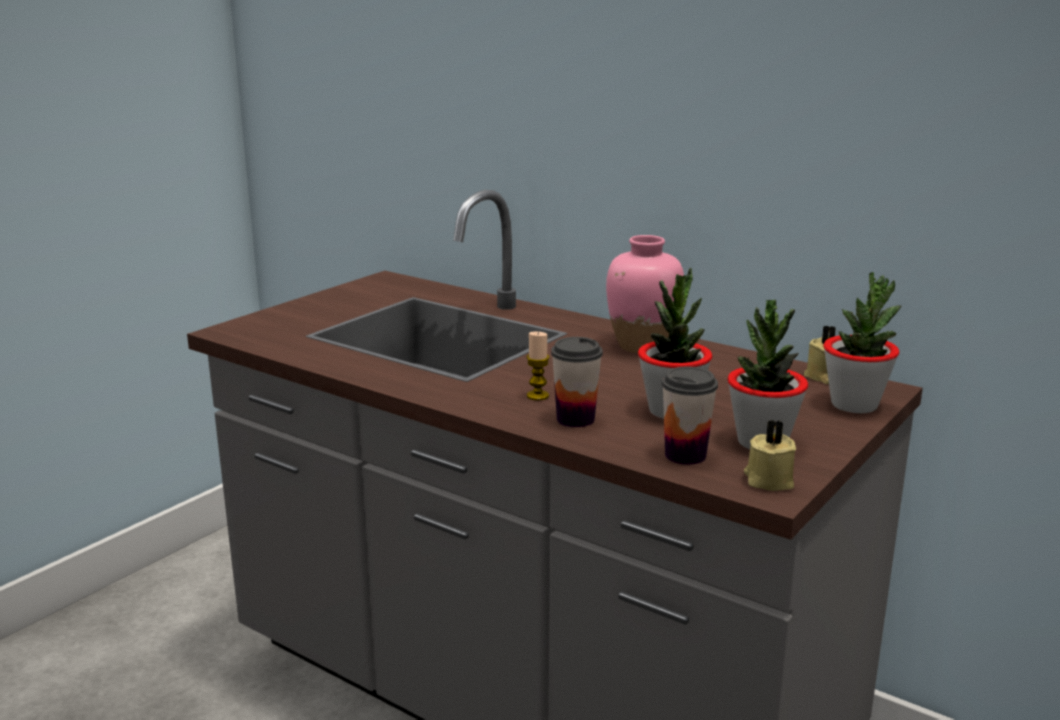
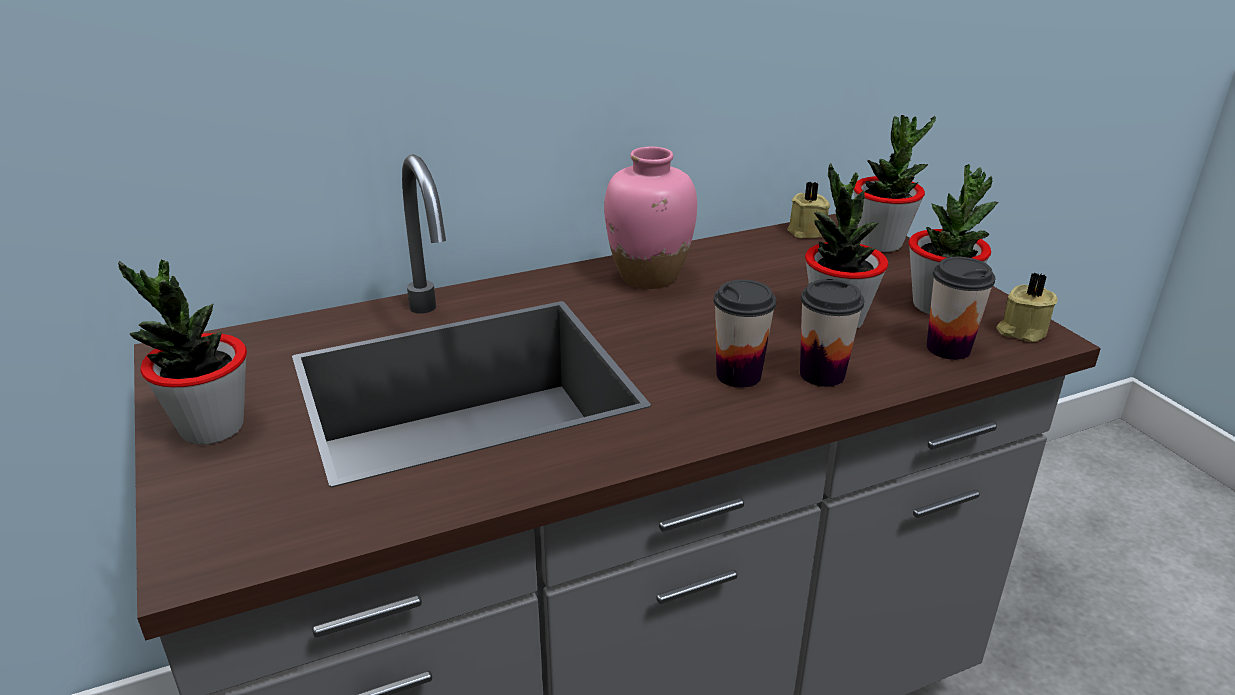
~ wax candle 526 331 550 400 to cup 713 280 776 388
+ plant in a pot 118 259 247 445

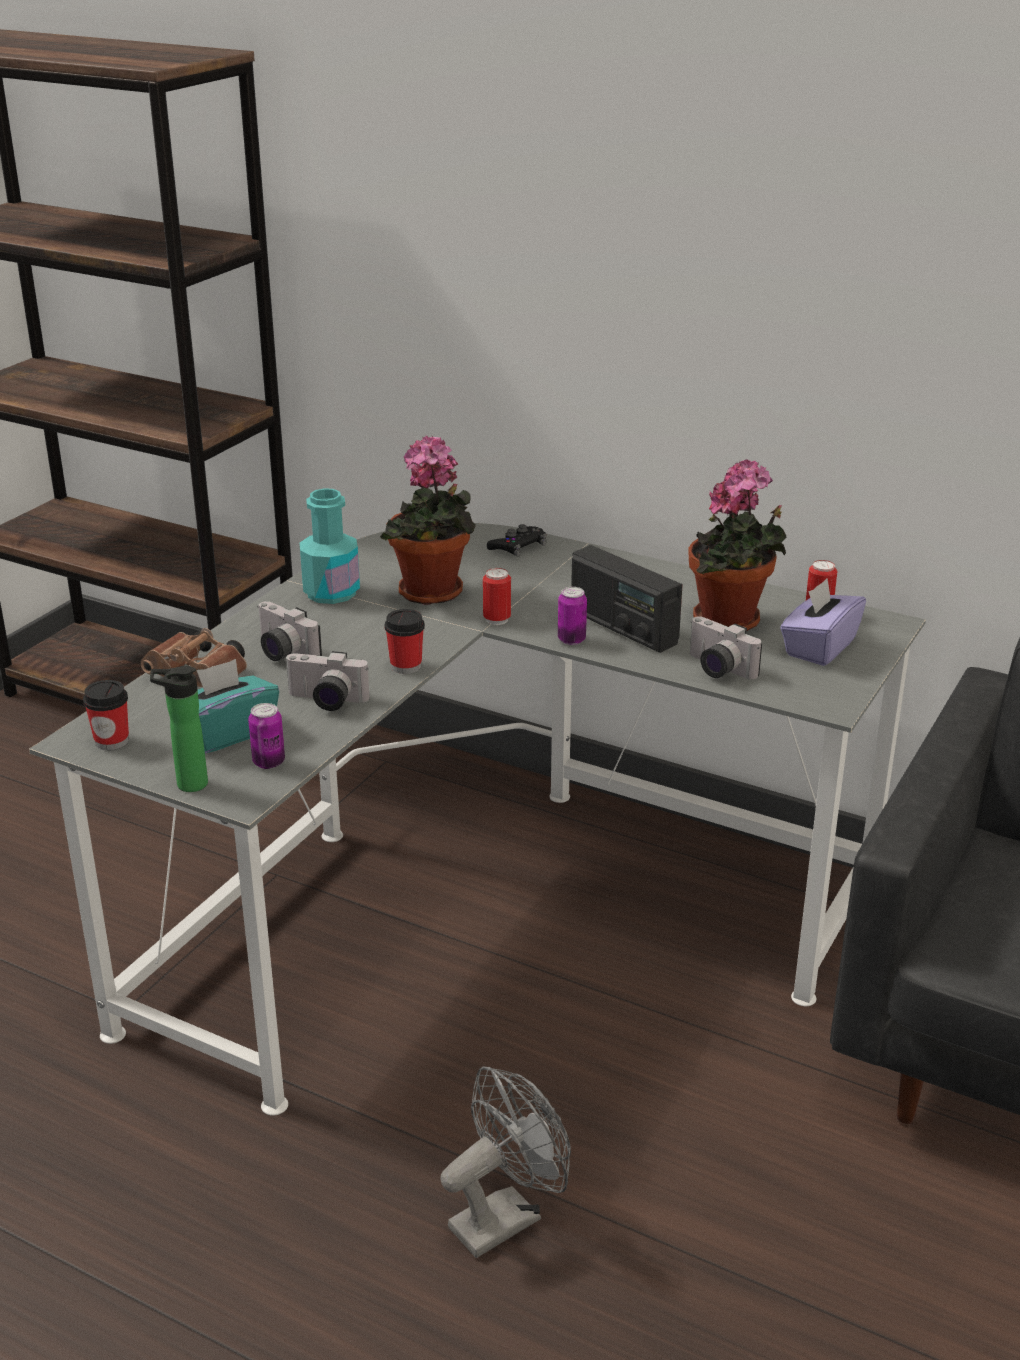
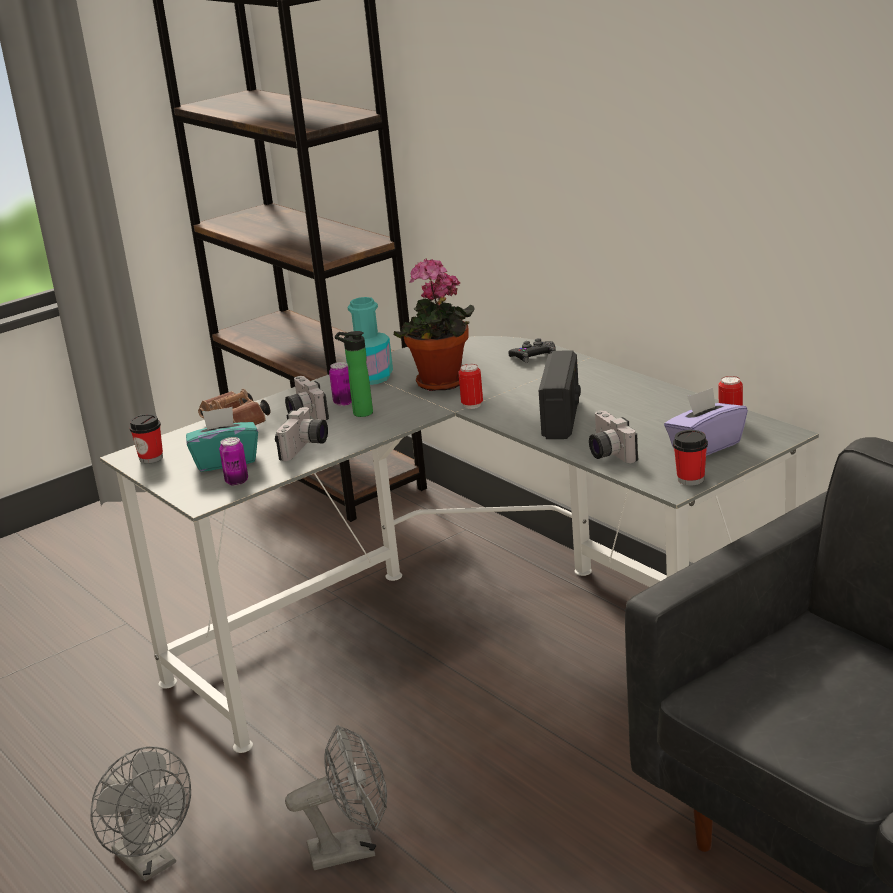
~ beverage bottle 150 666 208 792 to 335 331 373 417
~ photo camera 284 651 370 711 = 275 407 328 461 105 degrees counterclockwise
~ cup 385 609 425 674 to 673 430 708 485
~ can 558 587 587 645 to 329 362 352 406
~ radio set 571 545 683 653 = 538 350 581 439 150 degrees counterclockwise
- plant in a pot 688 459 787 631
+ electric fan (gray) 90 746 191 881

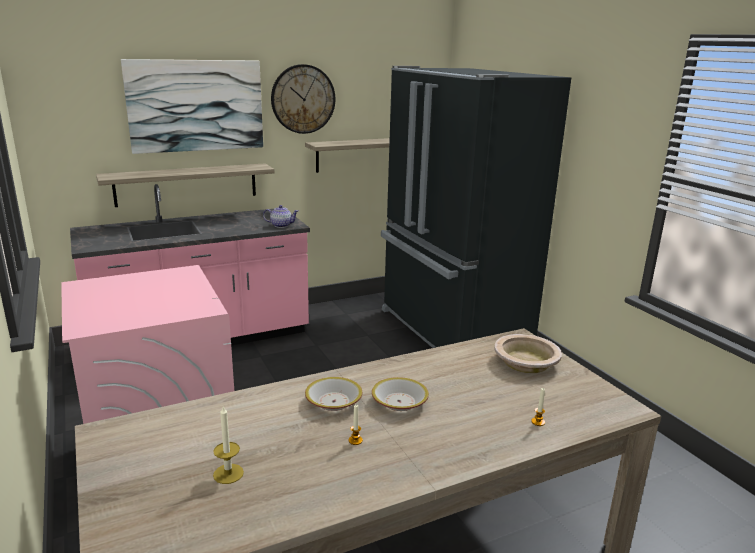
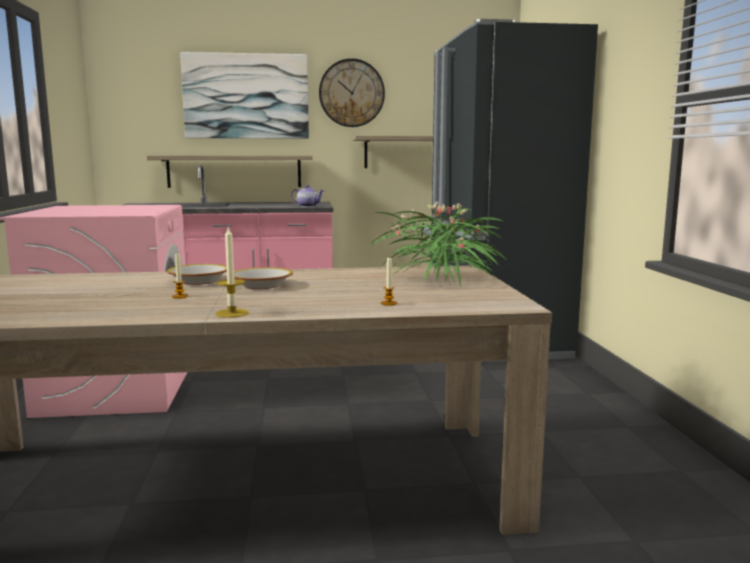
~ wax candle 213 407 244 484 to 215 226 249 318
~ deep dish (beige) 494 334 562 373 to plant in a pot 371 201 507 287

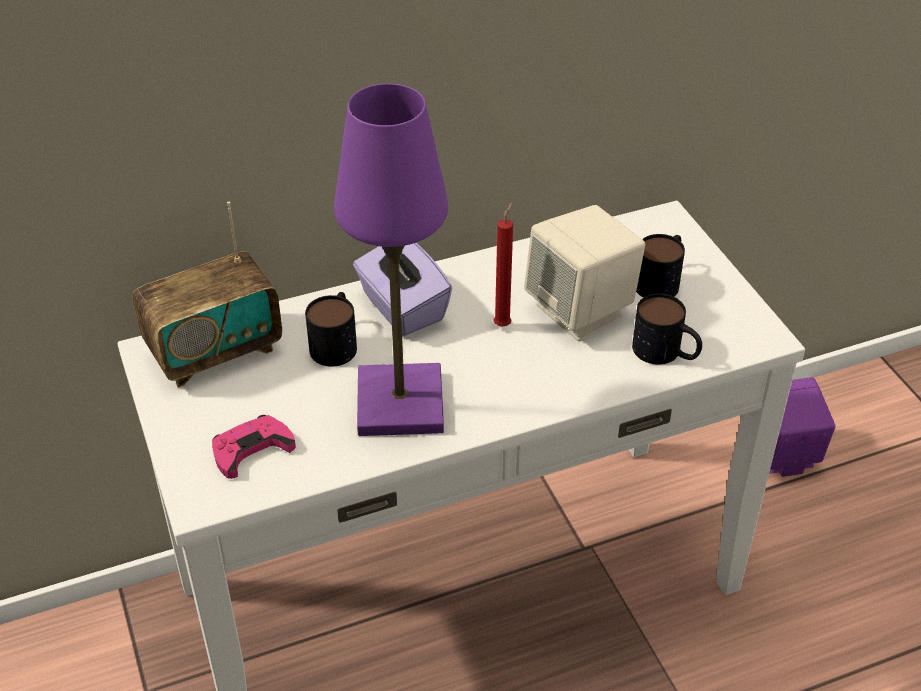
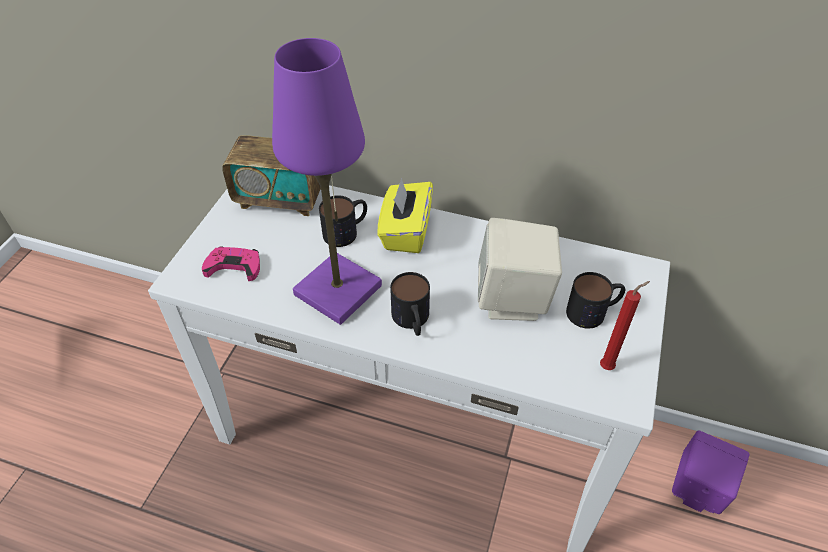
~ box of tissues (purple) 353 243 452 336 to box of tissues (yellowish) 377 178 433 253
~ wax candle (reddish) 493 202 513 327 to 600 281 650 370
~ tea mug 632 293 702 364 to 390 272 430 336

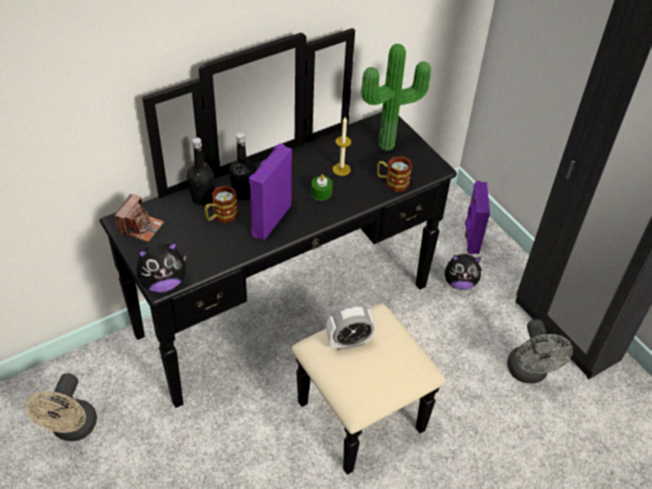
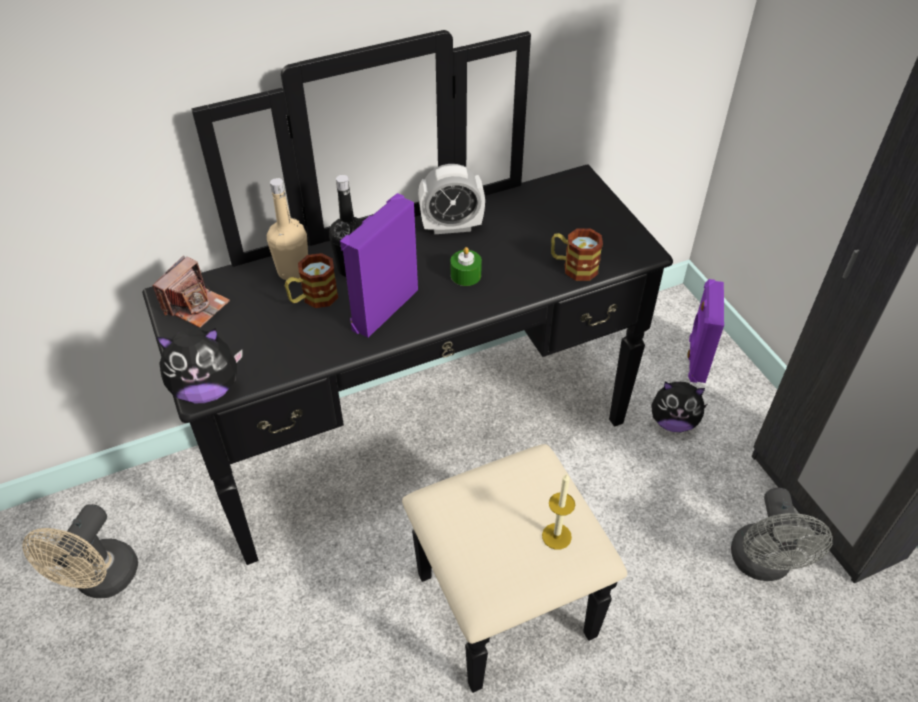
~ beverage bottle (black-coloured) 187 138 214 205 to beverage bottle (beige) 267 178 308 280
~ table clock 326 304 376 350 to 418 164 485 234
~ wax candle 333 117 351 176 to 542 474 575 550
- plant in a pot 361 44 431 151

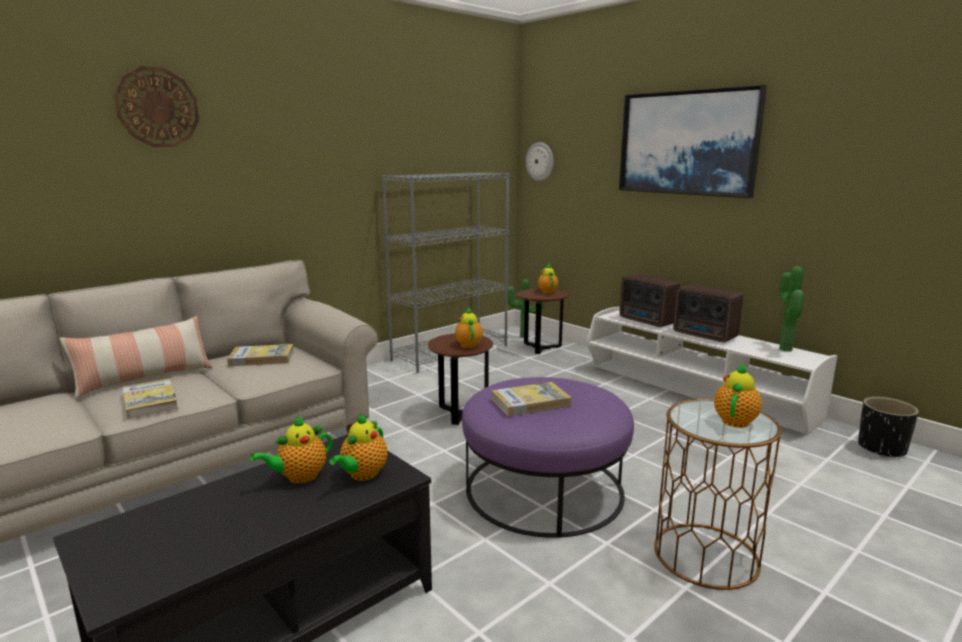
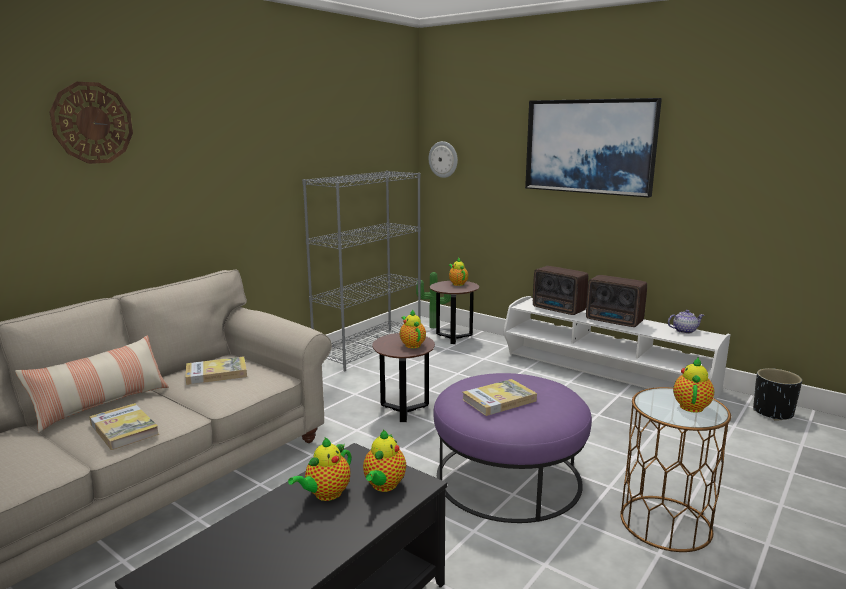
~ plant in a pot 779 266 804 352 to pot for tea 668 310 704 334

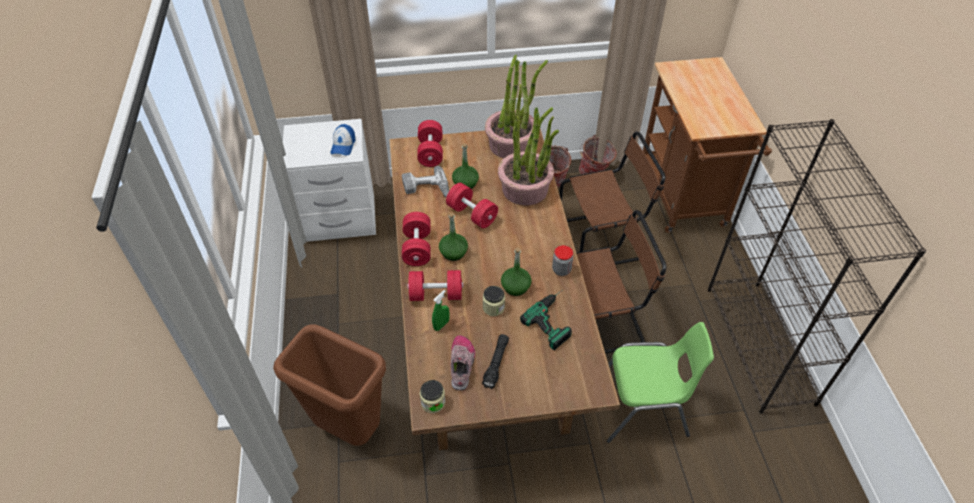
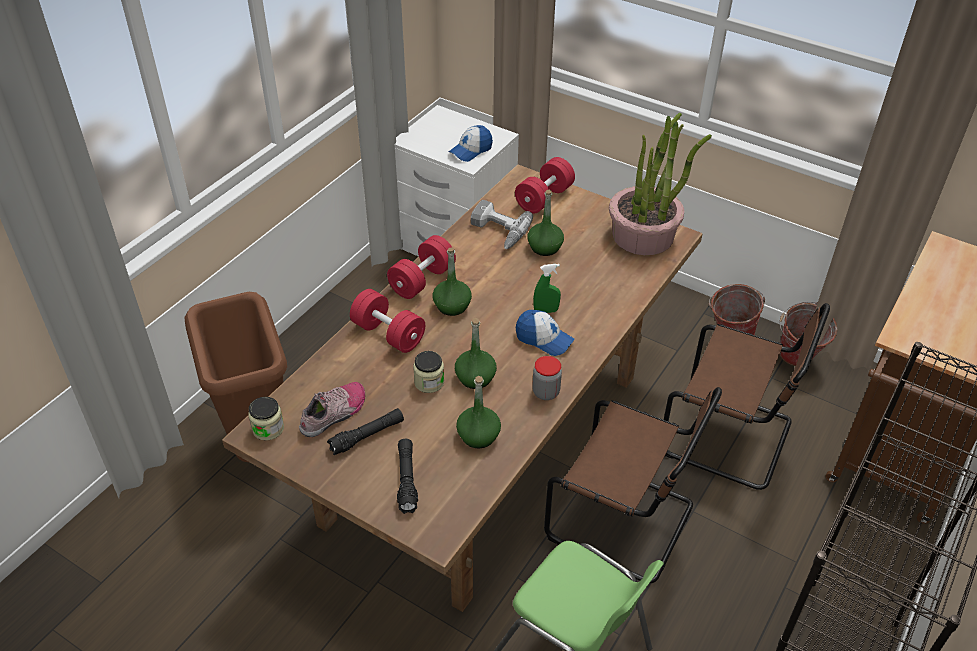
~ hand sprayer (green) 432 290 450 331 to 533 264 561 313
- hand weight (reddish) 446 183 498 228
- plant in a pot 498 107 559 206
~ drill 520 290 572 350 to beverage bottle (green) 456 376 501 448
+ flashlight (black-coloured) 397 439 418 514
+ peaked cap 516 310 575 356

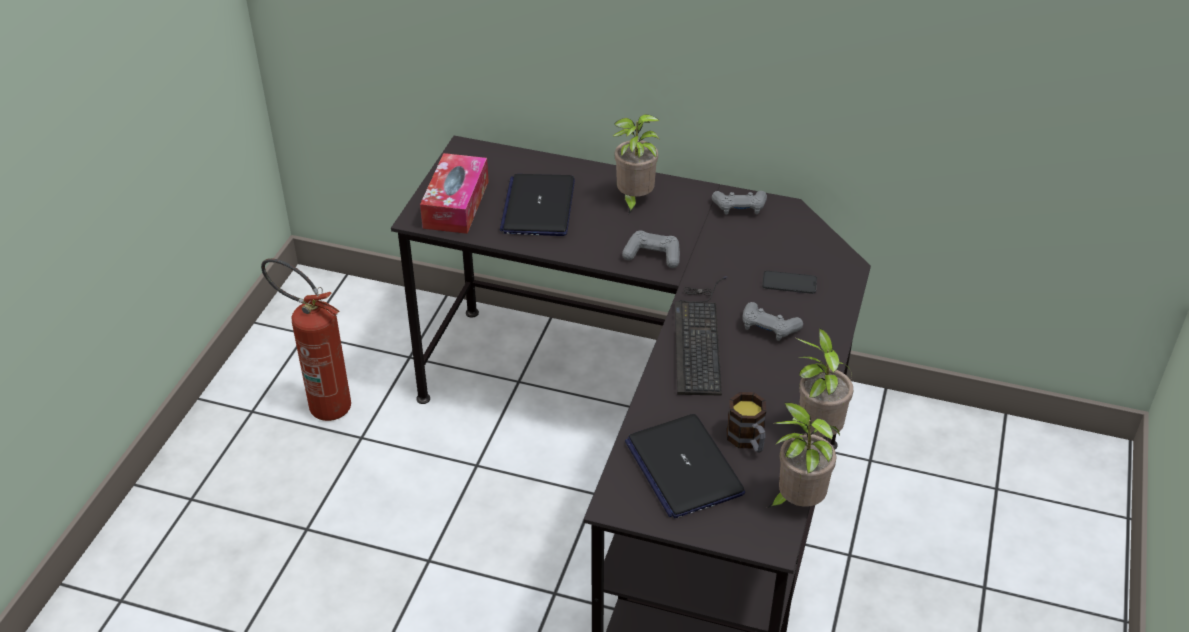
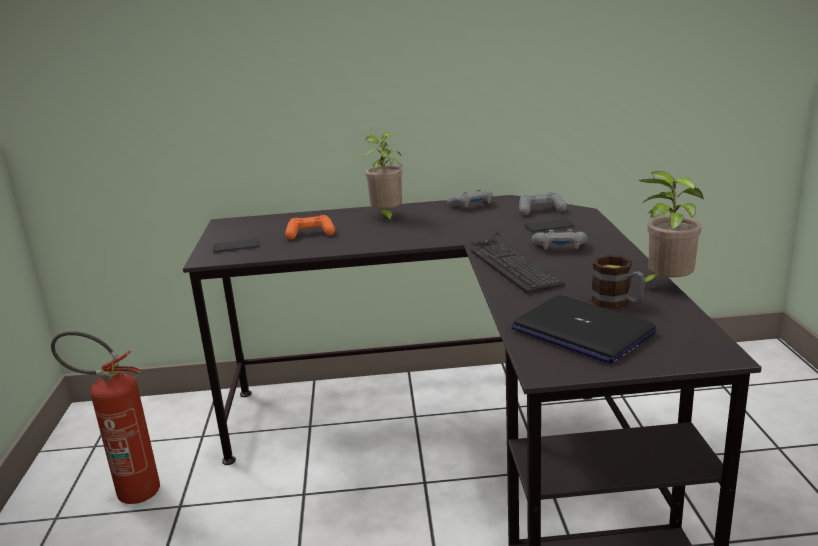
~ box of tissues 420 153 489 234 to handset 213 239 260 253
~ laptop 500 174 575 236 to game controller (orange) 285 215 335 240
~ game controller (gray) 622 231 680 268 to 519 192 567 216
- plant in a pot 767 402 840 508

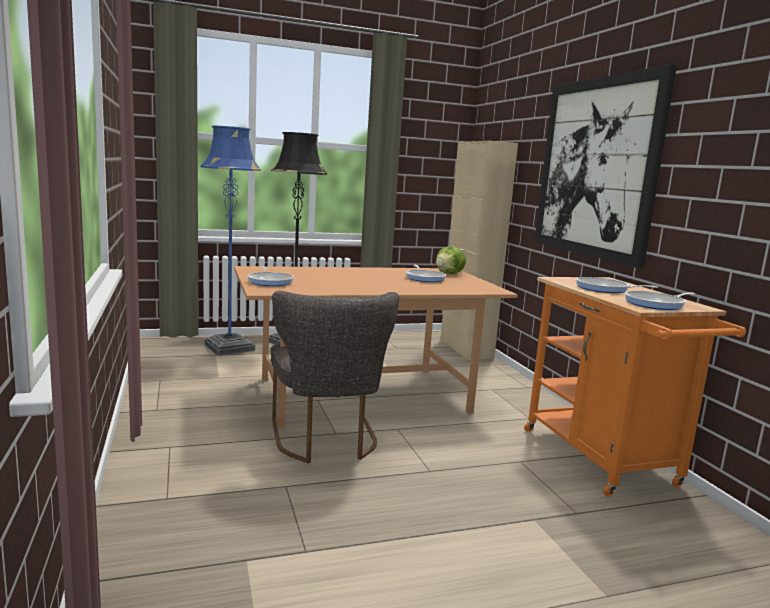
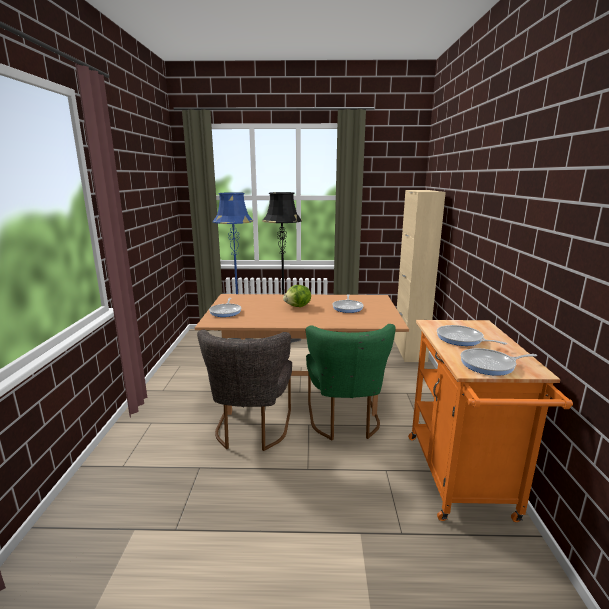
~ head of lettuce 436 247 466 274 to 283 285 311 307
- picture 535 64 677 268
+ chair (green) 306 324 396 440

